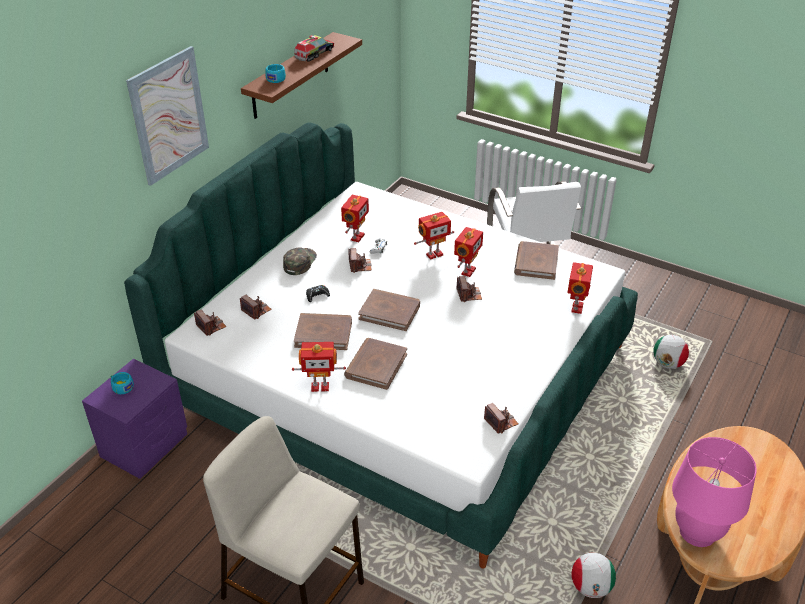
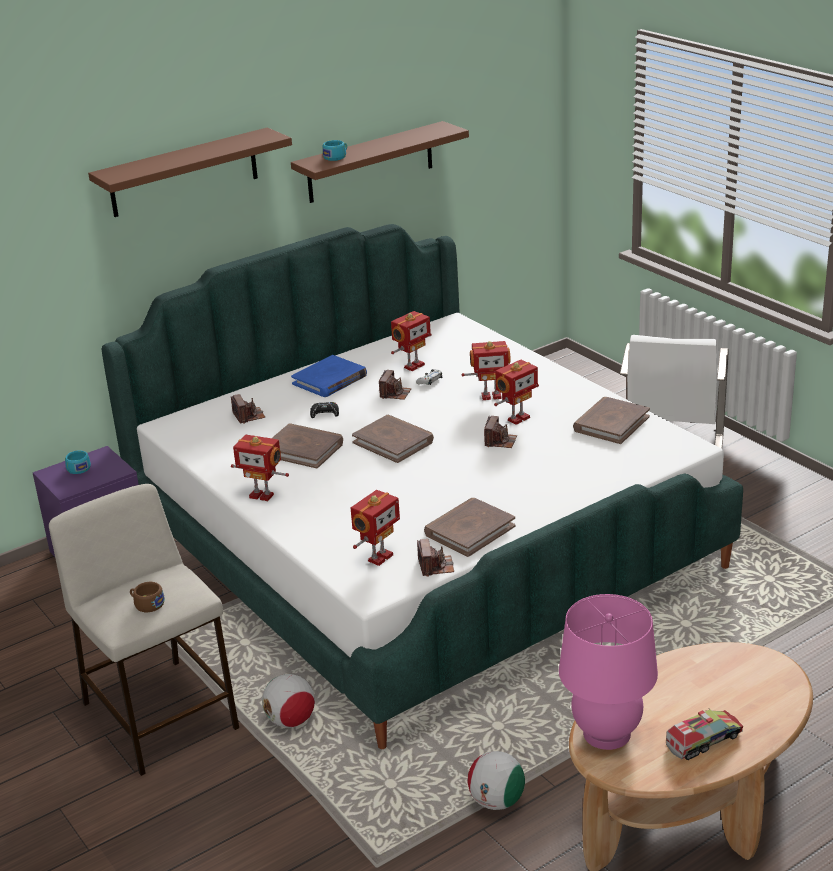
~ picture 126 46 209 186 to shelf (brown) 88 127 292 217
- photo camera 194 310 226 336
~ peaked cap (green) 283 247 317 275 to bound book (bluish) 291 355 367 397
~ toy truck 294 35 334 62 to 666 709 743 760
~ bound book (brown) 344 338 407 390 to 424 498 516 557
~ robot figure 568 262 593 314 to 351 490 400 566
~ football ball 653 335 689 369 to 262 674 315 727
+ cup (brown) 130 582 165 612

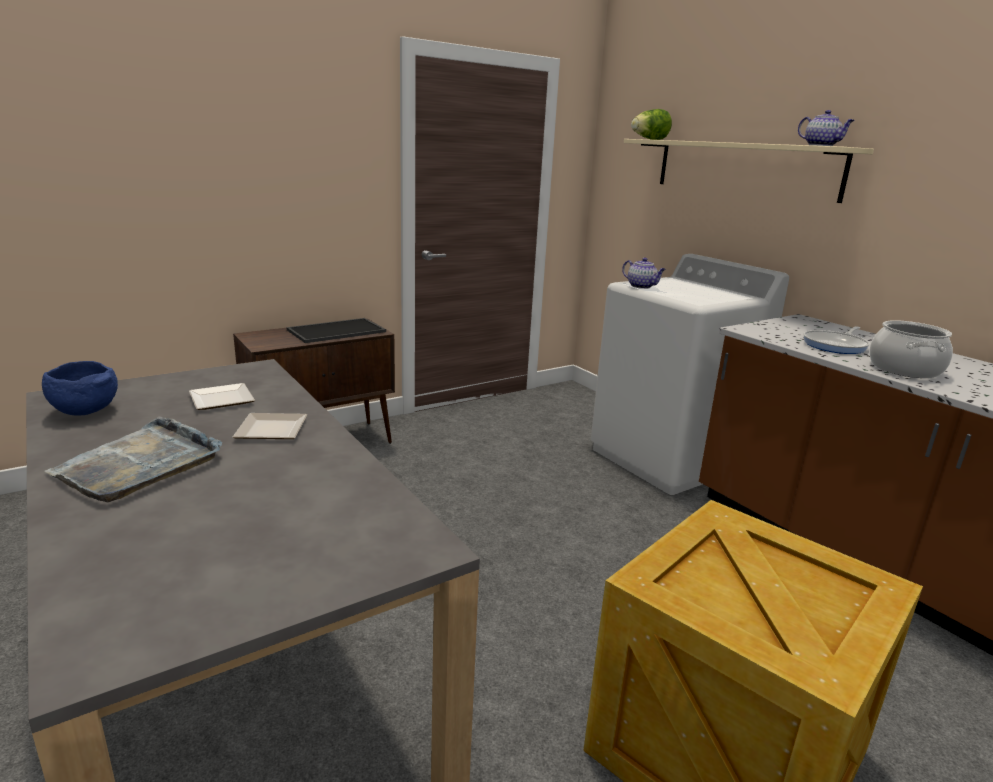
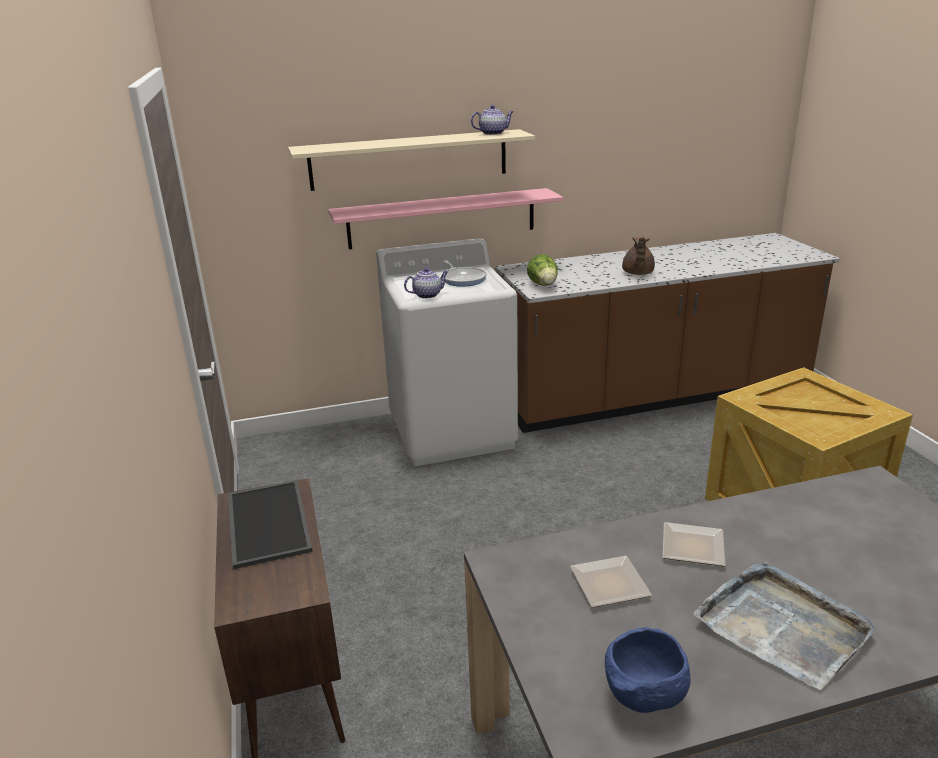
~ head of lettuce 631 109 672 140 to 527 254 558 286
~ frying pan 803 326 870 354 to 441 260 487 287
~ stockpot 870 320 953 378 to pot for tea (brown) 622 236 655 275
+ shelf (pink-coloured) 328 188 563 249

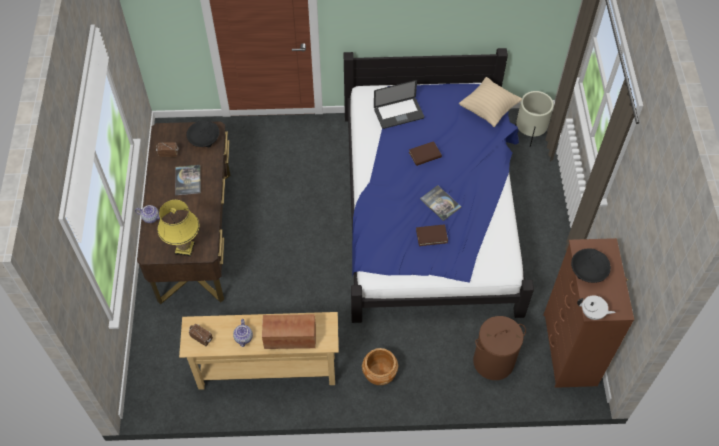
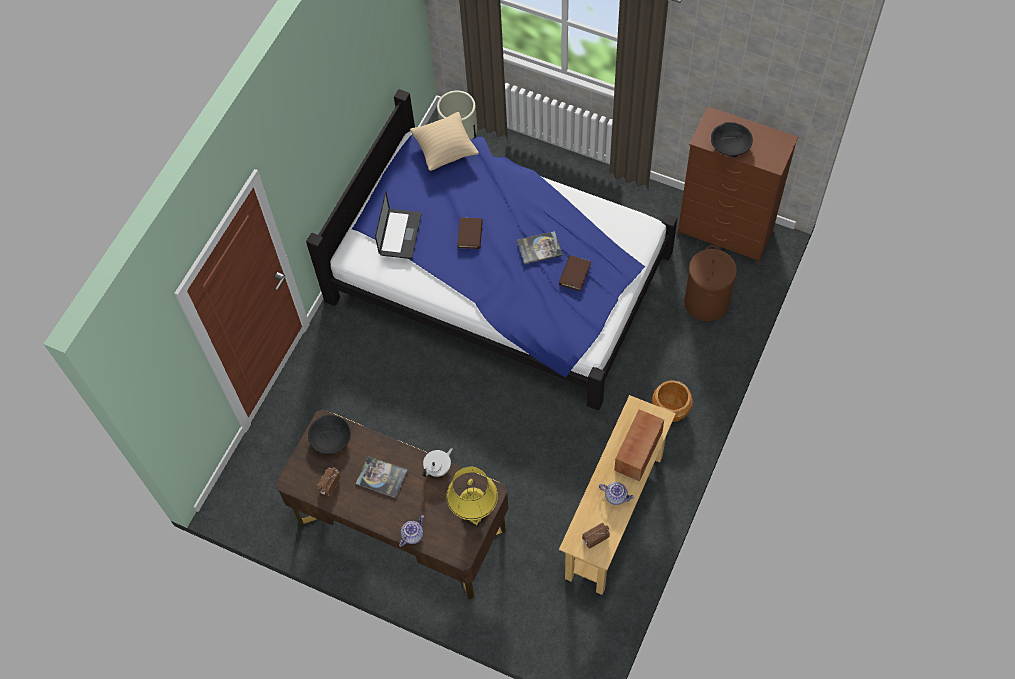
~ pot for tea (white-coloured) 577 295 616 320 to 422 448 453 477

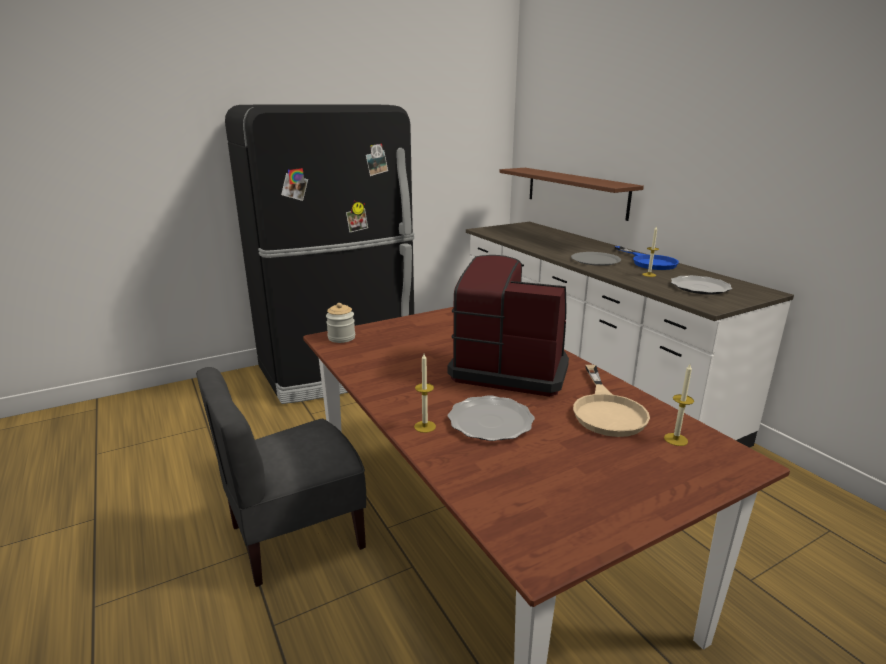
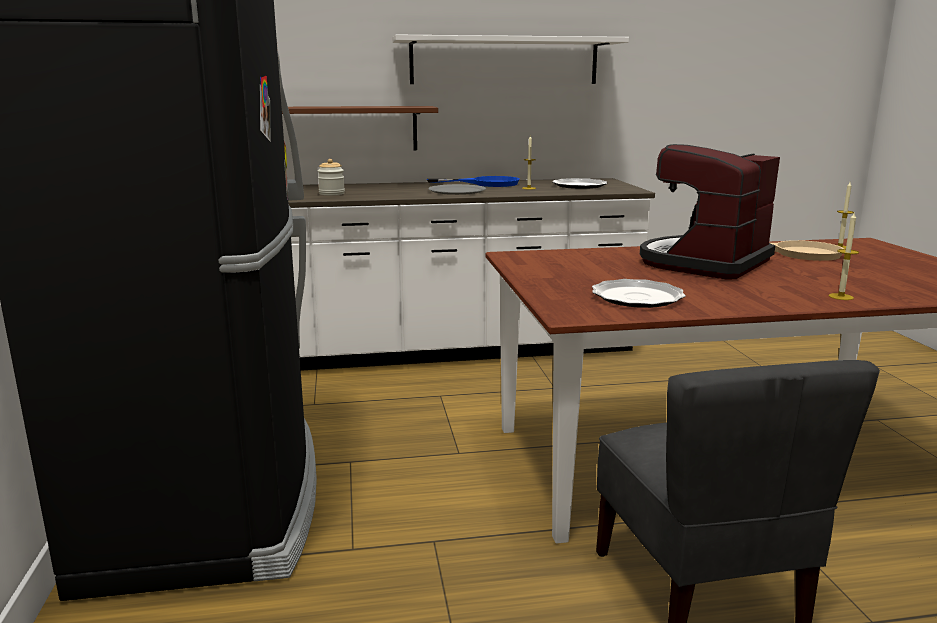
~ preserve jar 326 303 355 343 to 318 159 345 196
~ plate 448 395 535 441 to 592 279 686 308
+ shelf (white-coloured) 392 35 629 84

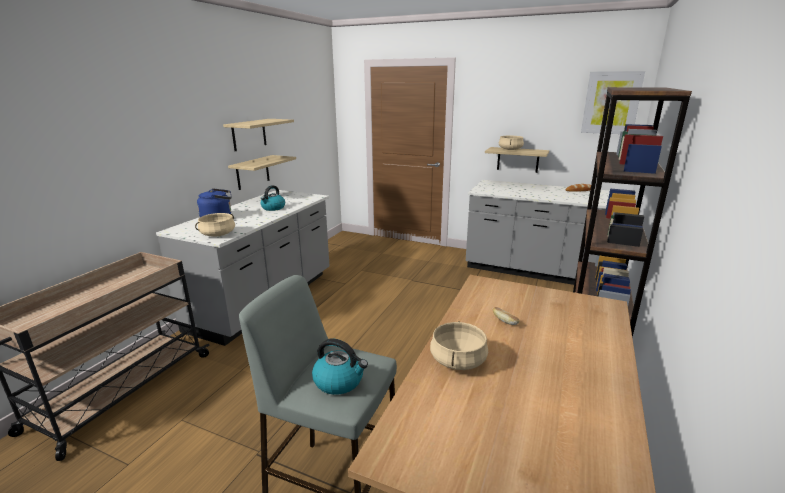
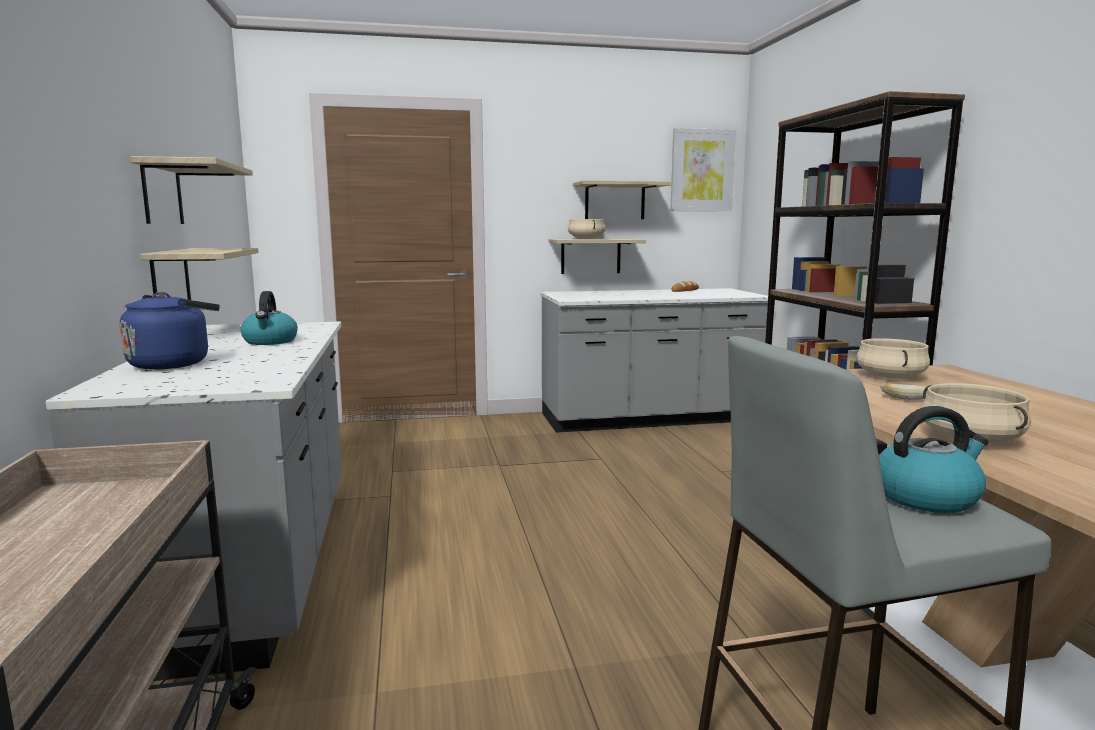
~ stockpot (beige) 195 213 235 237 to 856 338 930 378
+ shelf 573 180 672 219

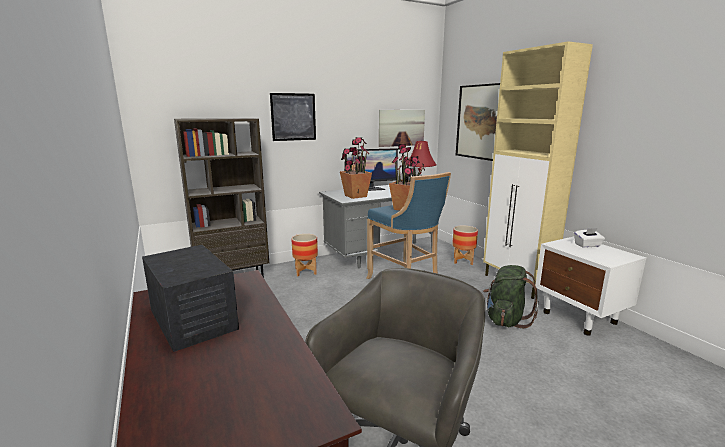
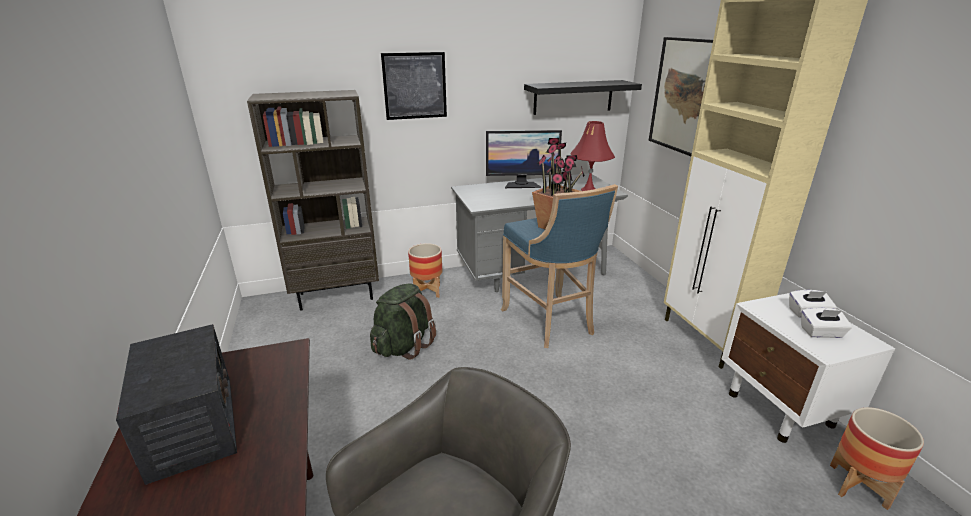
- plant in a pot 340 137 372 199
~ picture 379 110 425 147 to shelf (black-coloured) 524 80 642 115
~ plant pot 452 226 478 265 to 830 407 924 510
~ backpack (green) 483 265 539 328 to 370 284 436 360
+ box of tissues (white-coloured) 801 307 852 338

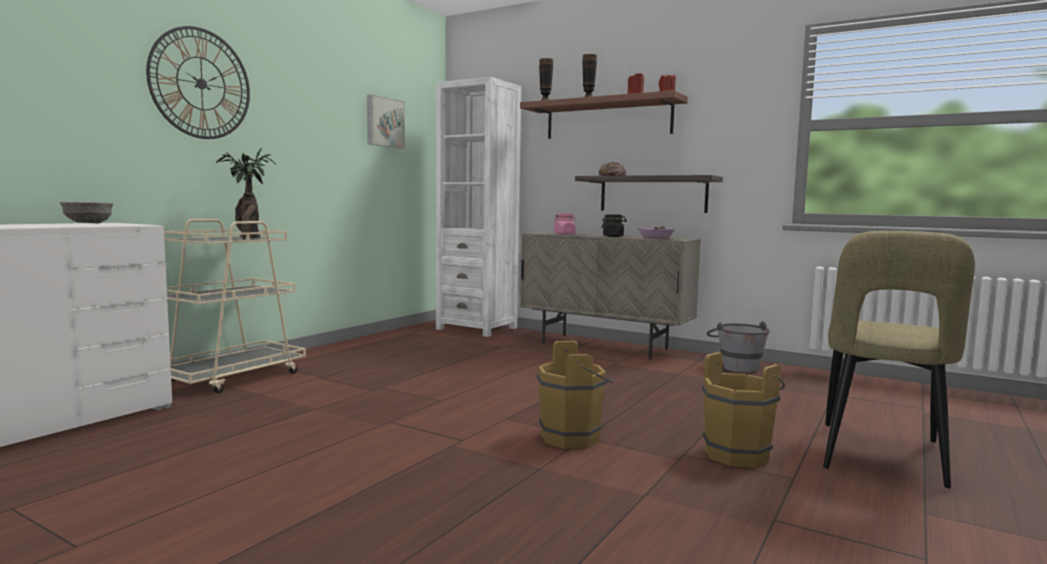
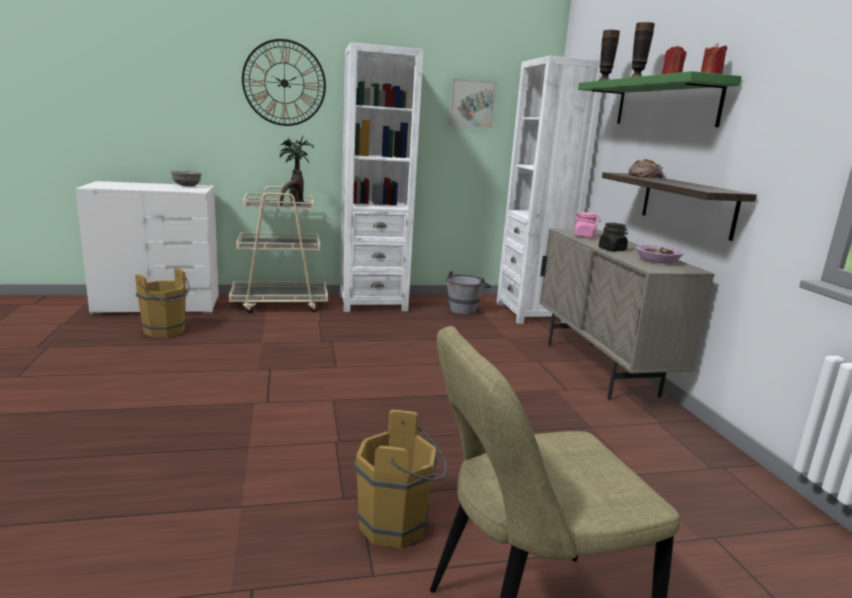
~ shelf (brown) 520 90 688 139 to shelf (green) 578 71 742 127
~ bucket (brown) 537 341 614 449 to 135 268 190 338
~ bucket (gray) 707 321 770 373 to 446 271 491 315
+ bookshelf (white-coloured) 340 42 424 312

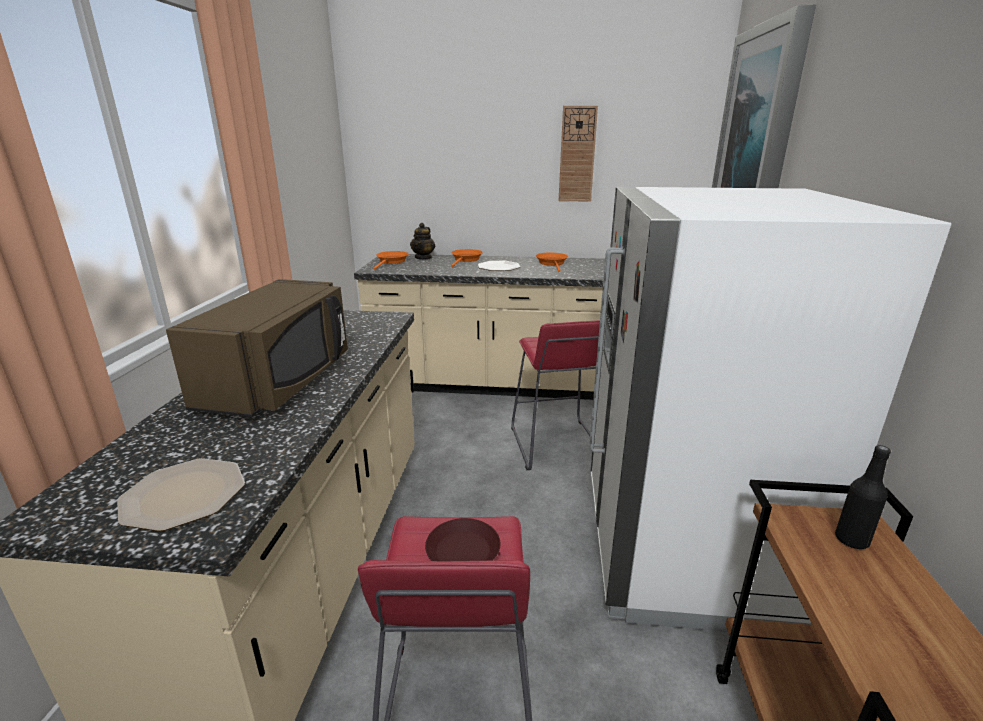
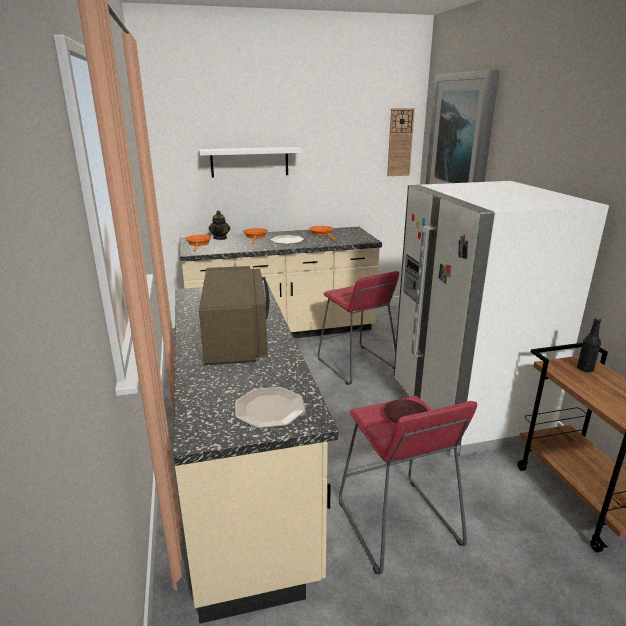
~ hanging clock 559 106 598 202 to 387 108 415 176
+ shelf (white-coloured) 199 147 303 178

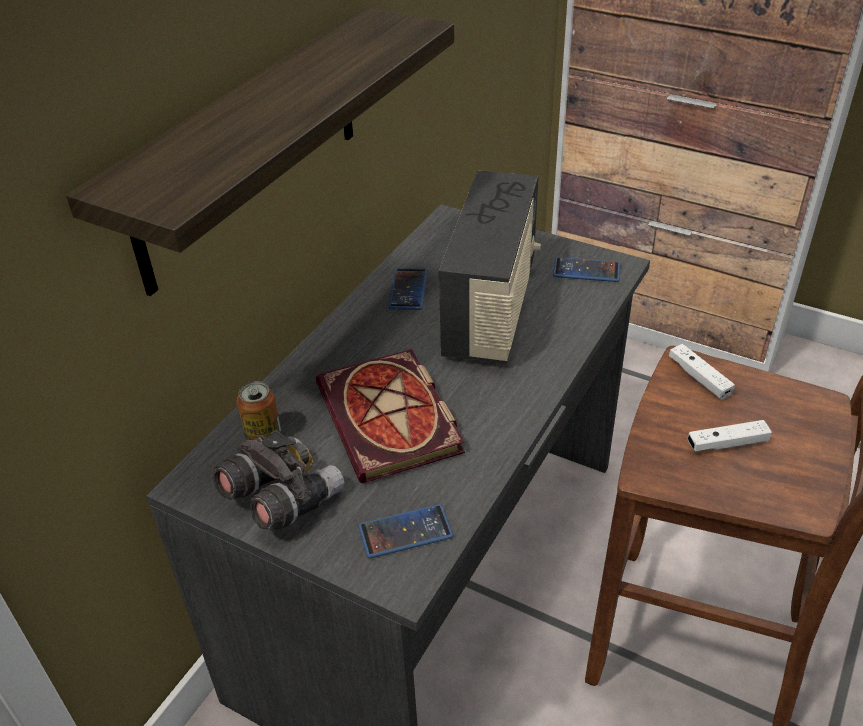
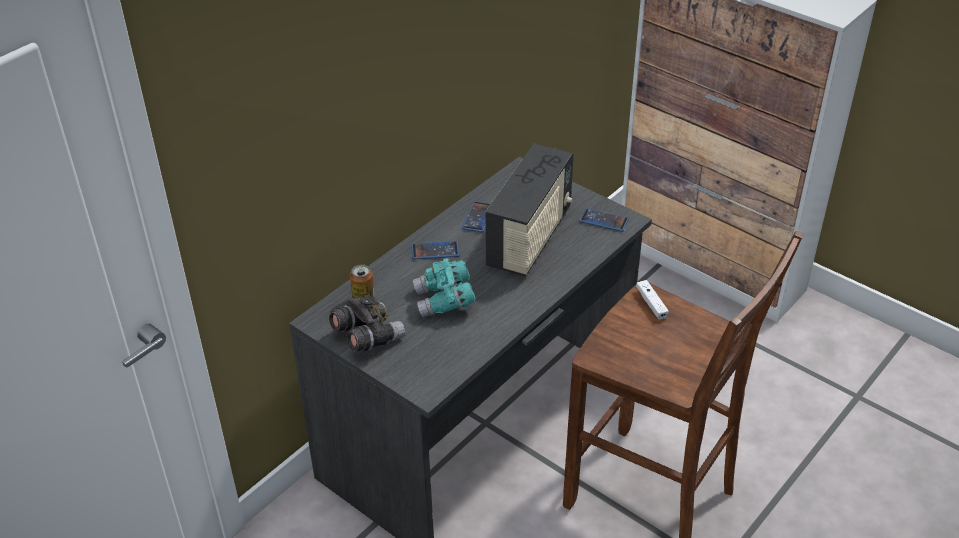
- shelf 66 7 454 296
~ bound book 316 349 465 484 to binoculars (blue-green) 413 259 476 318
~ handset 358 504 453 558 to 411 241 459 260
- game controller (white-coloured) 688 420 772 452

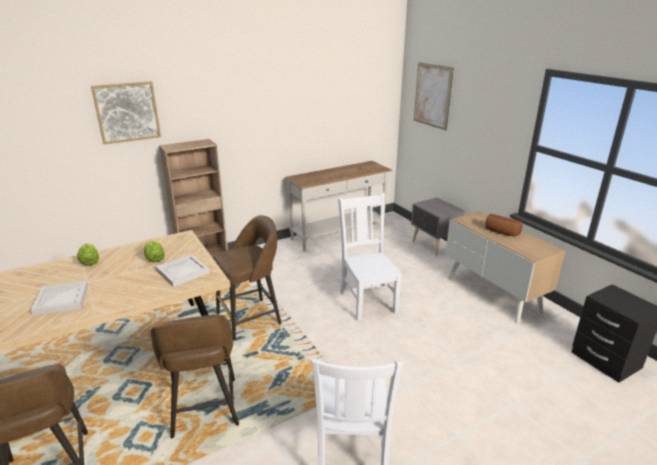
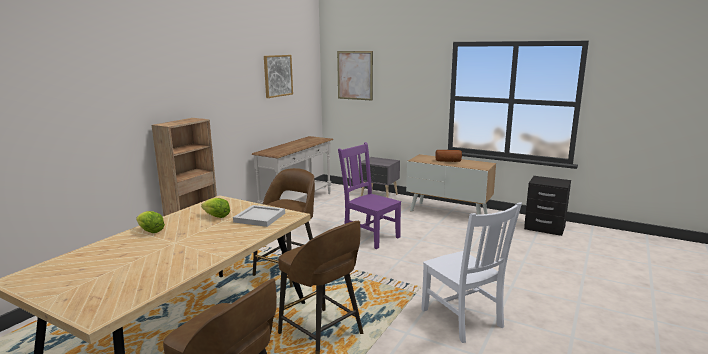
- serving tray (white-coloured) 31 281 88 316
~ picture 91 81 161 144 to 264 55 293 98
~ chair (white-coloured) 338 193 402 321 to chair (purple) 338 142 401 249

